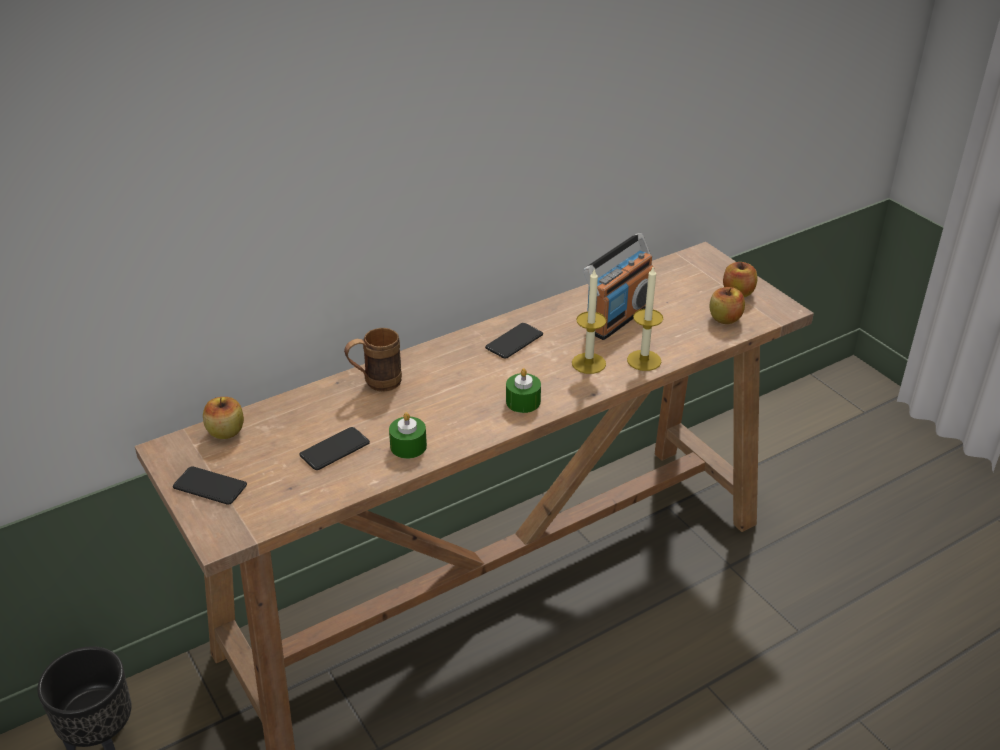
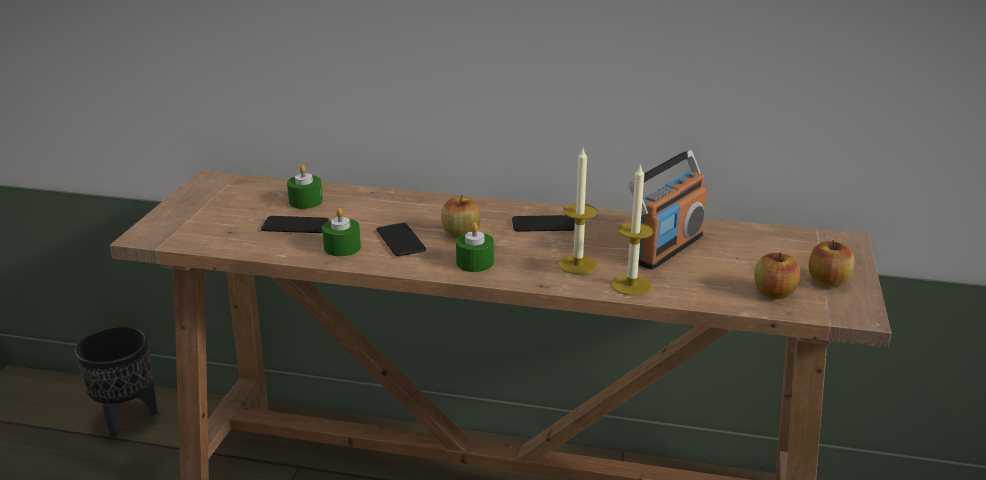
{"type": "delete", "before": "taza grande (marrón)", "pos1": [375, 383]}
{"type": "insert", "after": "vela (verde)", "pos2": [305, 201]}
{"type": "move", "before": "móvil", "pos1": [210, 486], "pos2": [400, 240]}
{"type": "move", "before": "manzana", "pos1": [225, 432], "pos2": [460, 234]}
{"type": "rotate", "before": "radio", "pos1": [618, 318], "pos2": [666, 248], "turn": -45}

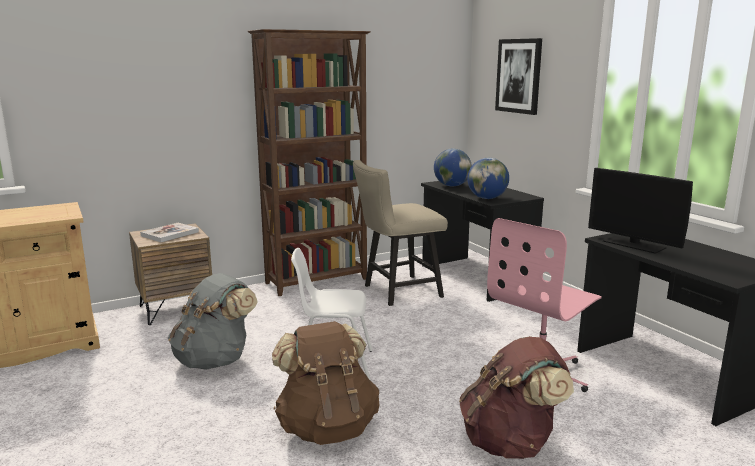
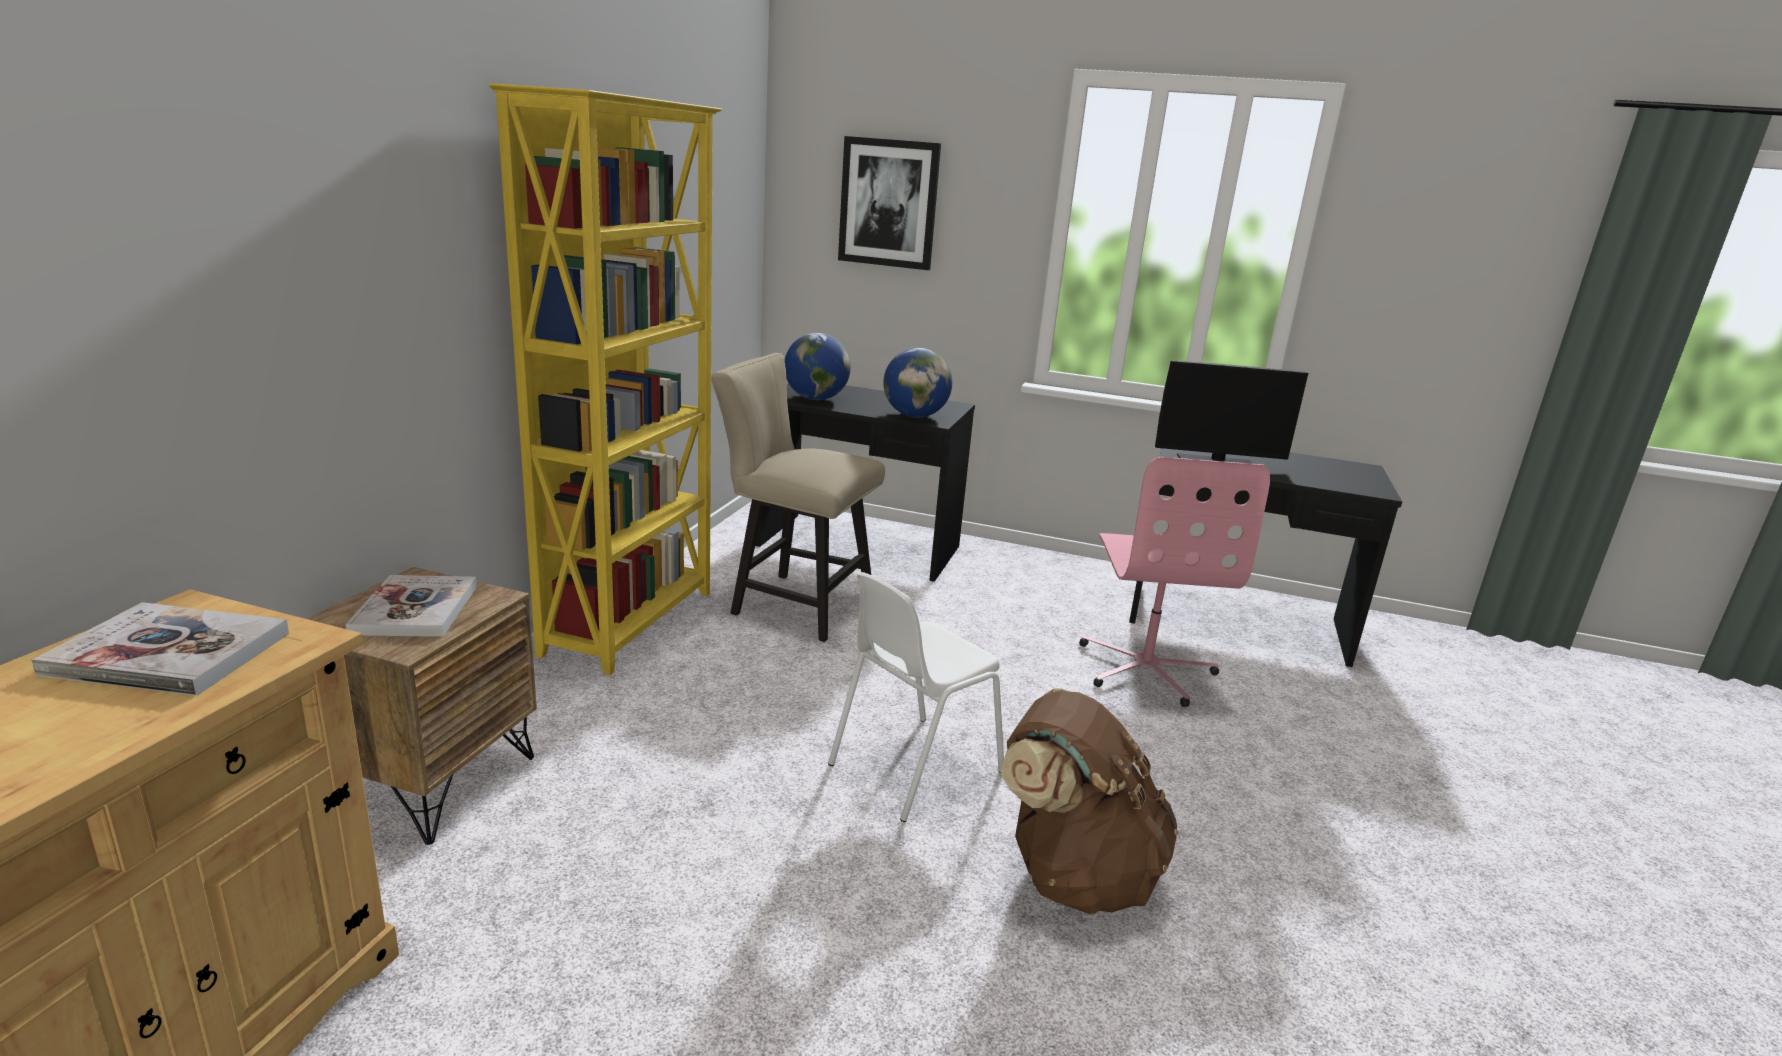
{"type": "delete", "before": "mochila (gris)", "pos1": [215, 360]}
{"type": "delete", "before": "mochila (marrón)", "pos1": [510, 442]}
{"type": "insert", "after": "libro", "pos2": [169, 653]}
{"type": "recolor", "before": "estantería (marrón)", "after": "estantería (amarillo)", "pos1": [317, 281], "pos2": [632, 622]}
{"type": "rotate", "before": "silla (beis)", "pos1": [397, 292], "pos2": [793, 603], "turn": 90}

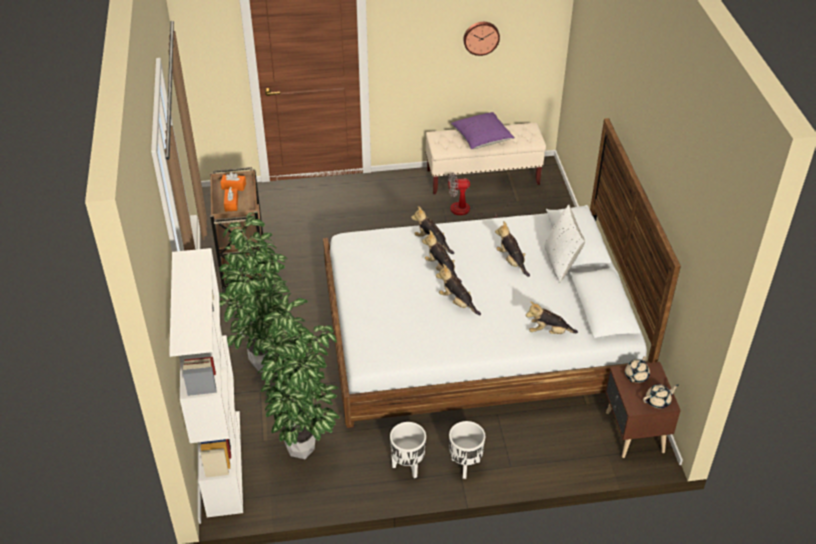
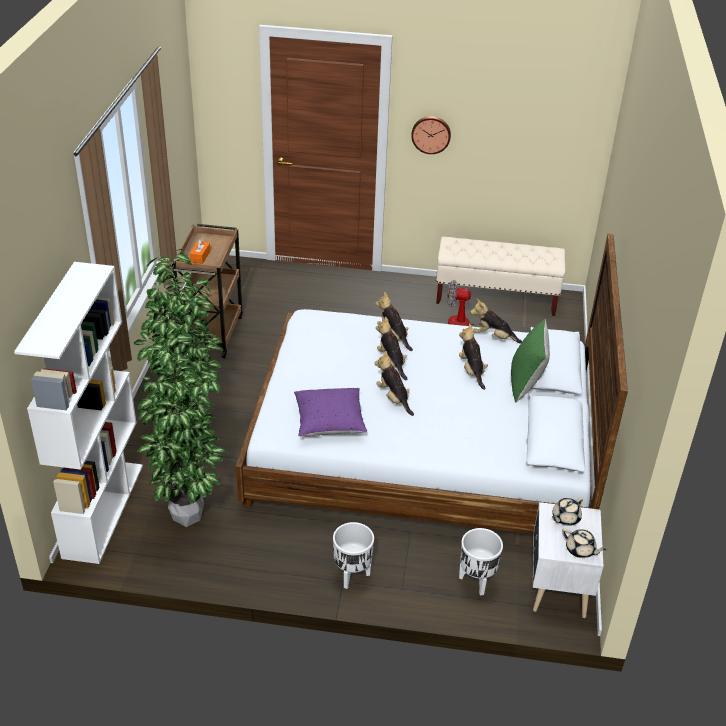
{"type": "delete", "before": "caja de pañuelos (naranja)", "pos1": [233, 186]}
{"type": "move", "before": "maceta (blanco)", "pos1": [408, 467], "pos2": [476, 581]}
{"type": "move", "before": "cojín (morado)", "pos1": [482, 139], "pos2": [329, 422]}
{"type": "move", "before": "reloj de pared", "pos1": [481, 37], "pos2": [431, 134]}
{"type": "move", "before": "peluche", "pos1": [548, 332], "pos2": [493, 337]}
{"type": "recolor", "before": "cojín (blanco)", "after": "cojín (verde)", "pos1": [561, 263], "pos2": [526, 384]}
{"type": "recolor", "before": "mesita de noche (marrón)", "after": "mesita de noche (blanco)", "pos1": [633, 433], "pos2": [557, 588]}
{"type": "rotate", "before": "tetera (beis)", "pos1": [658, 401], "pos2": [580, 550], "turn": 45}

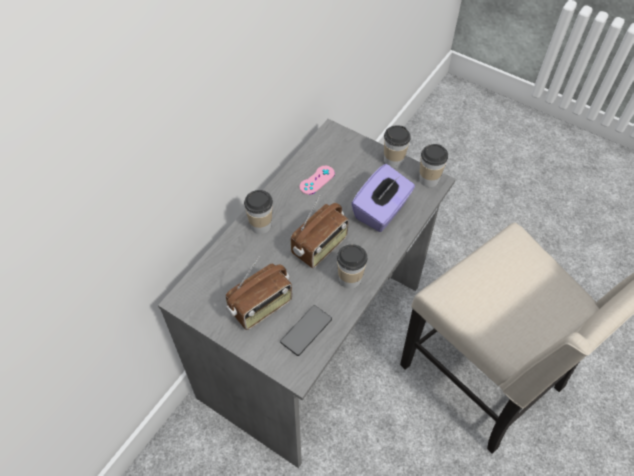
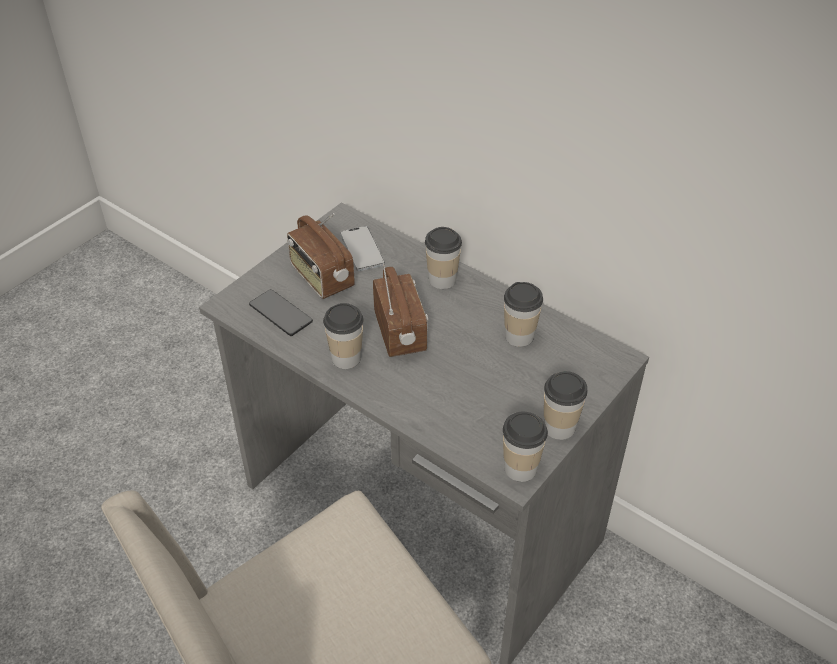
{"type": "delete", "before": "caja de pañuelos (morado)", "pos1": [381, 211]}
{"type": "insert", "after": "móvil", "pos2": [362, 249]}
{"type": "replace", "before": "mando de consola (rosa)", "after": "taza", "pos1": [317, 180], "pos2": [519, 336]}
{"type": "rotate", "before": "radio", "pos1": [320, 247], "pos2": [401, 333], "turn": -150}

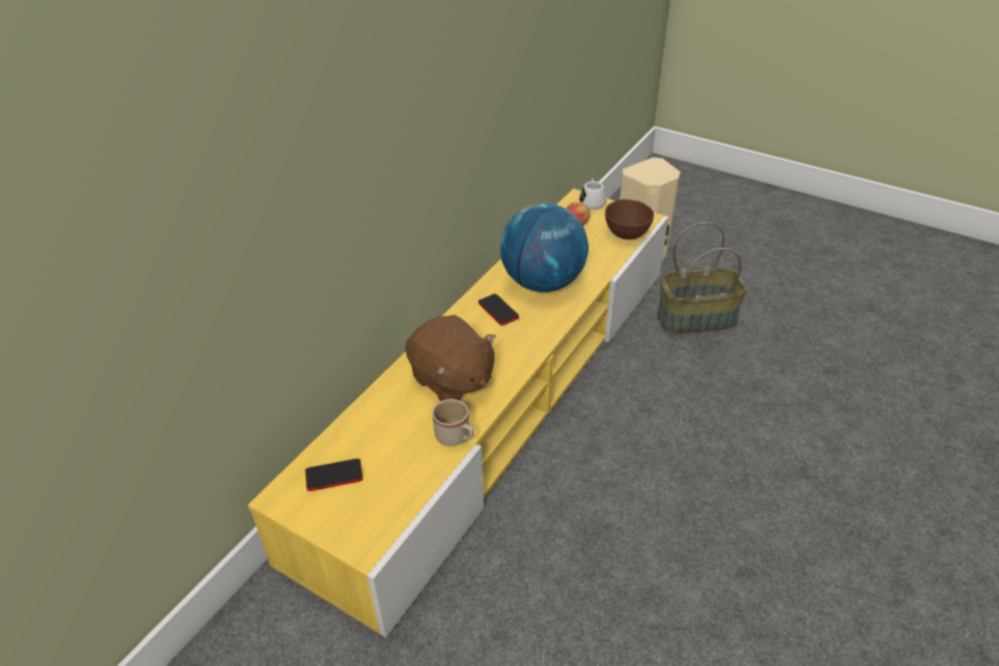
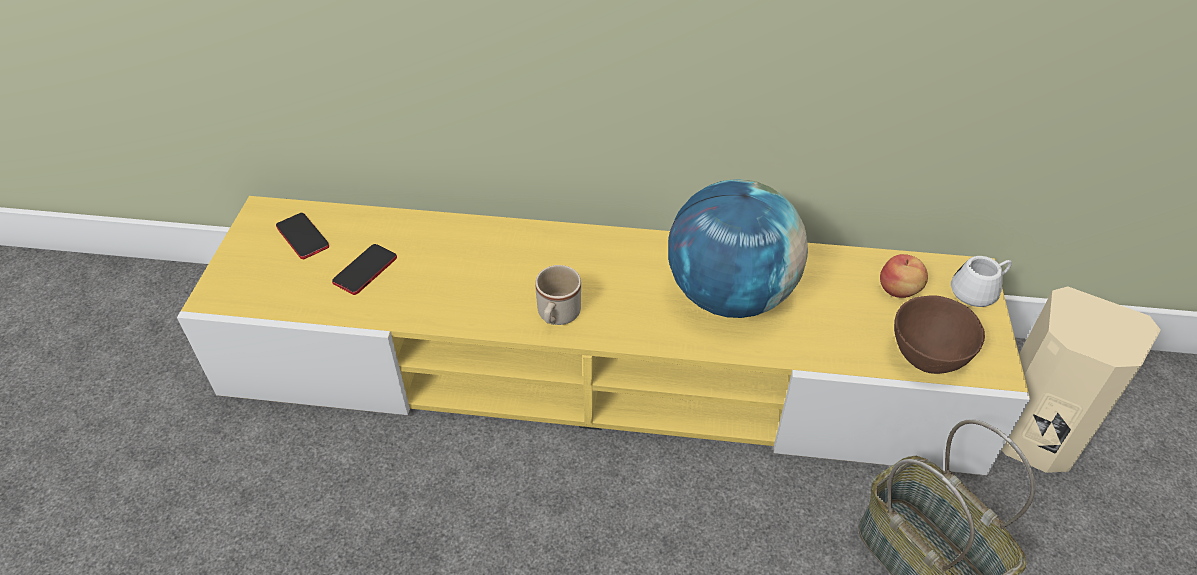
{"type": "delete", "before": "peluche (marrón)", "pos1": [451, 380]}
{"type": "move", "before": "taza grande (beis)", "pos1": [456, 438], "pos2": [557, 316]}
{"type": "move", "before": "móvil", "pos1": [498, 310], "pos2": [365, 270]}

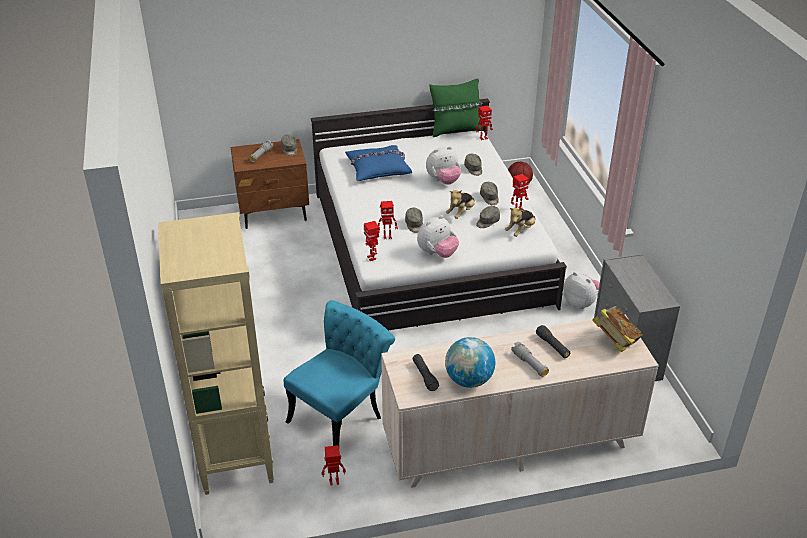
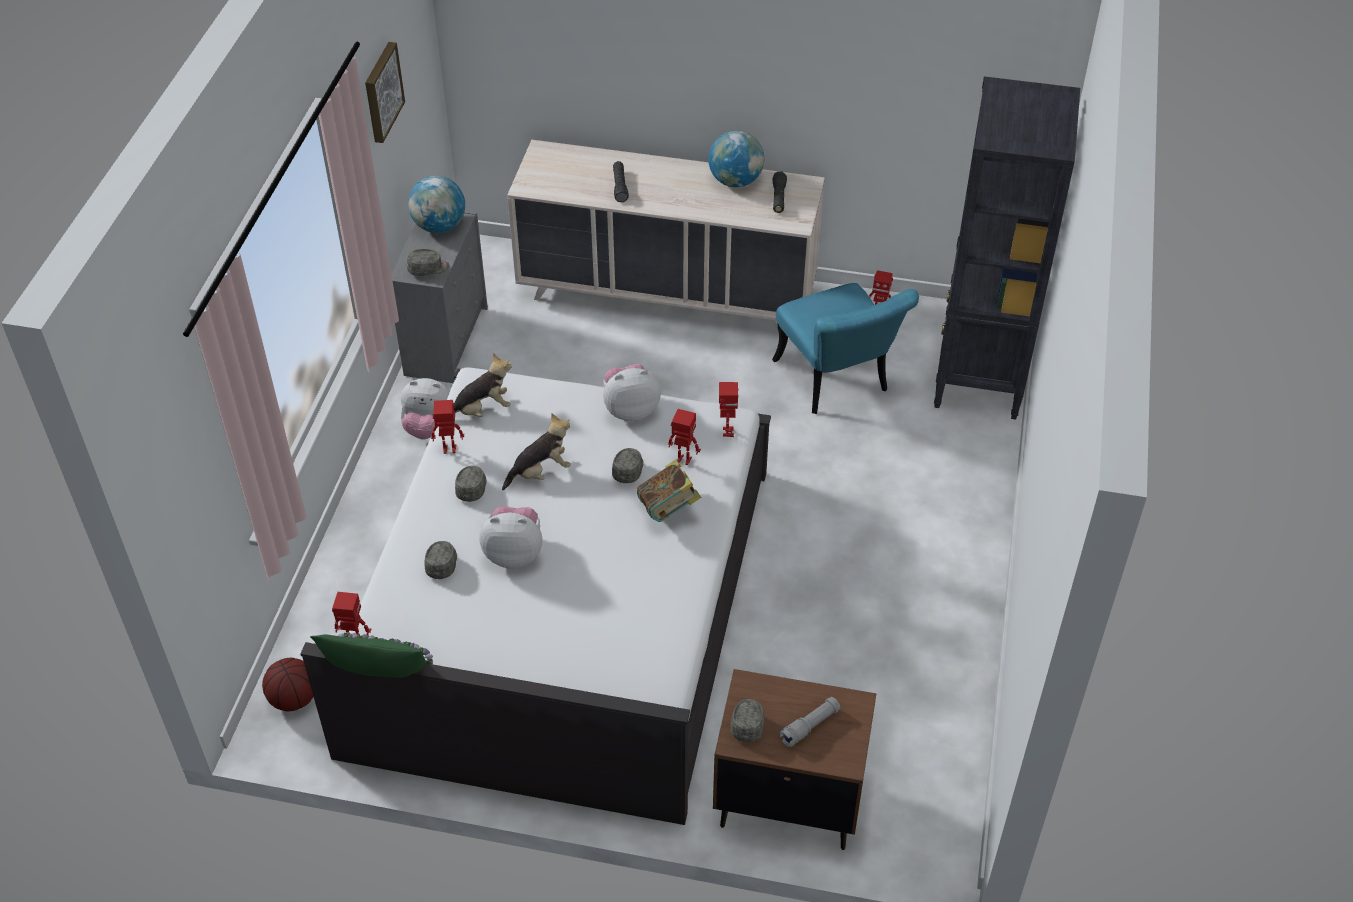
{"type": "delete", "before": "cojín (azul)", "pos1": [378, 168]}
{"type": "delete", "before": "linterna (gris)", "pos1": [529, 364]}
{"type": "insert", "after": "cuadro", "pos2": [381, 92]}
{"type": "insert", "after": "globo terráqueo", "pos2": [439, 226]}
{"type": "move", "before": "gorra (gris)", "pos1": [487, 222], "pos2": [428, 269]}
{"type": "move", "before": "libro", "pos1": [615, 341], "pos2": [668, 509]}
{"type": "recolor", "before": "estantería (beis)", "after": "estantería (negro)", "pos1": [235, 455], "pos2": [978, 378]}
{"type": "rotate", "before": "silla (turquesa)", "pos1": [342, 415], "pos2": [837, 383], "turn": -90}
{"type": "rotate", "before": "peluche", "pos1": [580, 302], "pos2": [428, 427], "turn": -60}

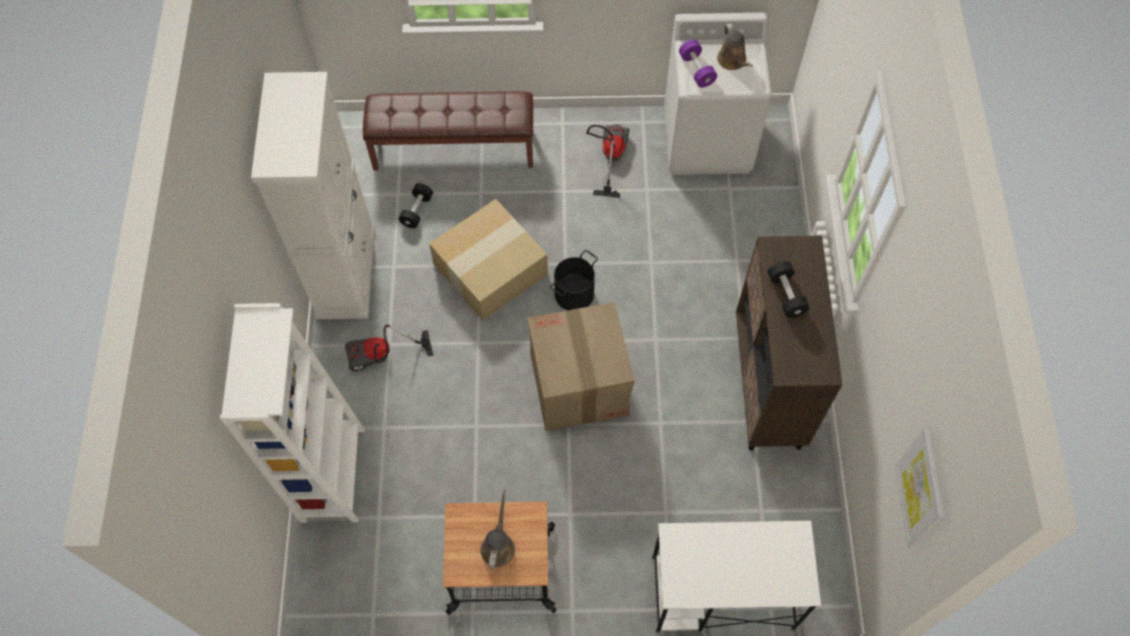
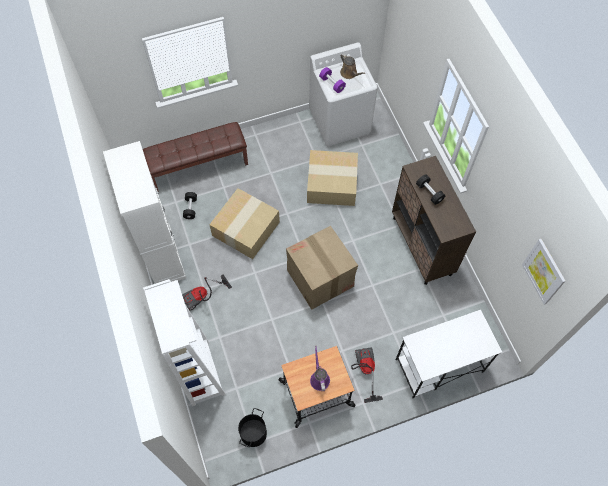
{"type": "insert", "after": "caja de cartón", "pos2": [332, 183]}
{"type": "move", "before": "cubo (negro)", "pos1": [573, 293], "pos2": [253, 433]}
{"type": "move", "before": "aspiradora", "pos1": [609, 157], "pos2": [364, 371]}
{"type": "recolor", "before": "regadera (marrón)", "after": "regadera (morado)", "pos1": [498, 545], "pos2": [319, 378]}

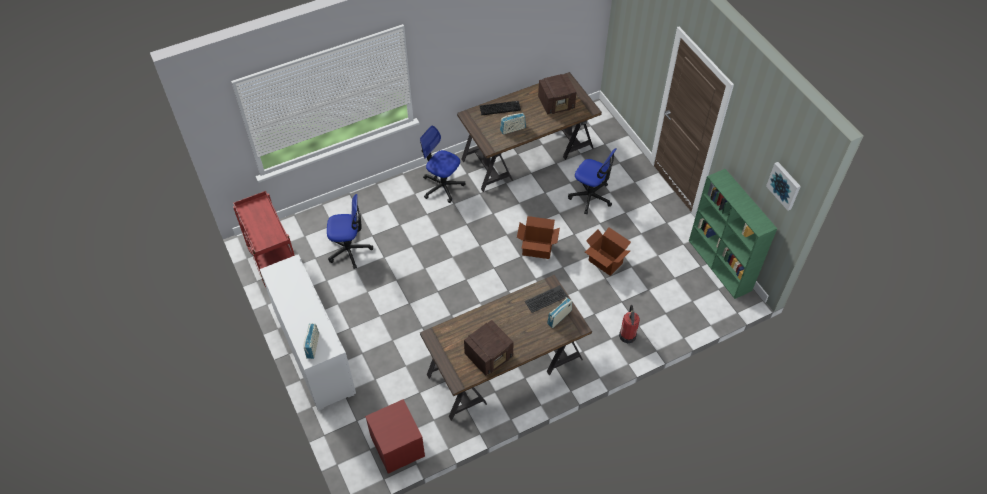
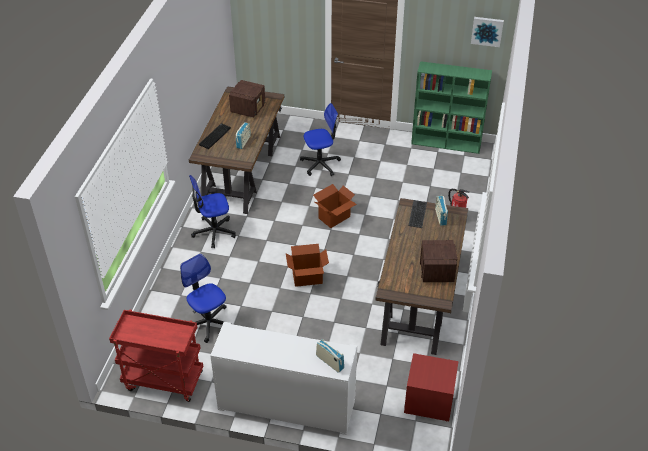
{"type": "move", "before": "caja de cartón", "pos1": [605, 262], "pos2": [307, 278]}
{"type": "rotate", "before": "silla de oficina", "pos1": [349, 250], "pos2": [208, 323], "turn": -75}

